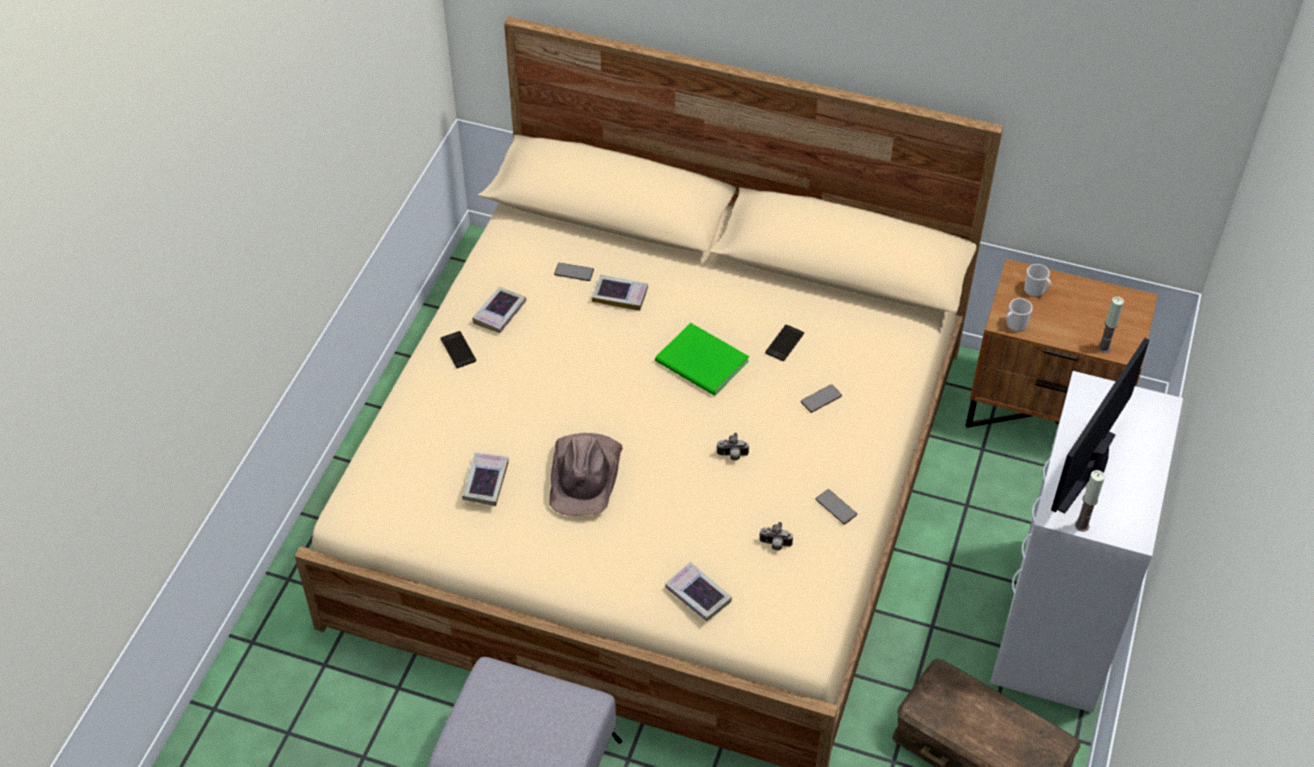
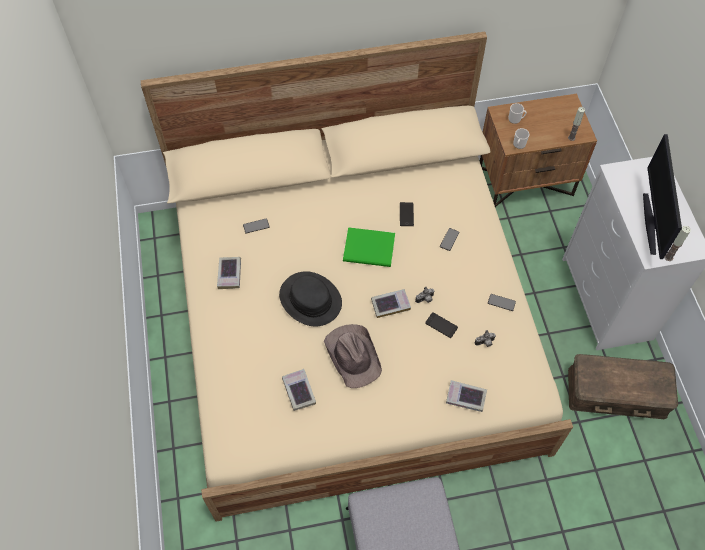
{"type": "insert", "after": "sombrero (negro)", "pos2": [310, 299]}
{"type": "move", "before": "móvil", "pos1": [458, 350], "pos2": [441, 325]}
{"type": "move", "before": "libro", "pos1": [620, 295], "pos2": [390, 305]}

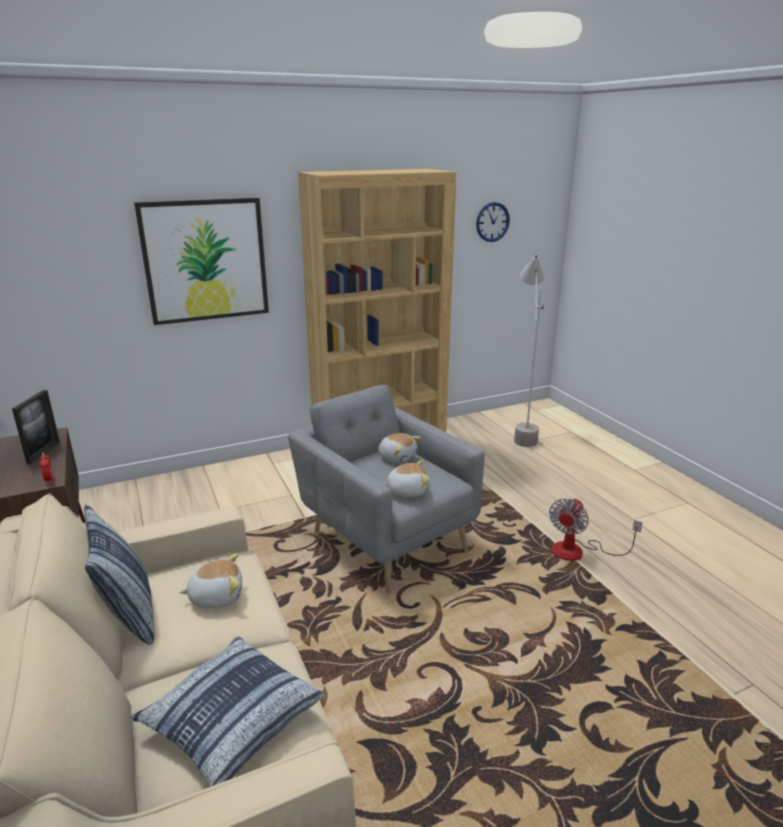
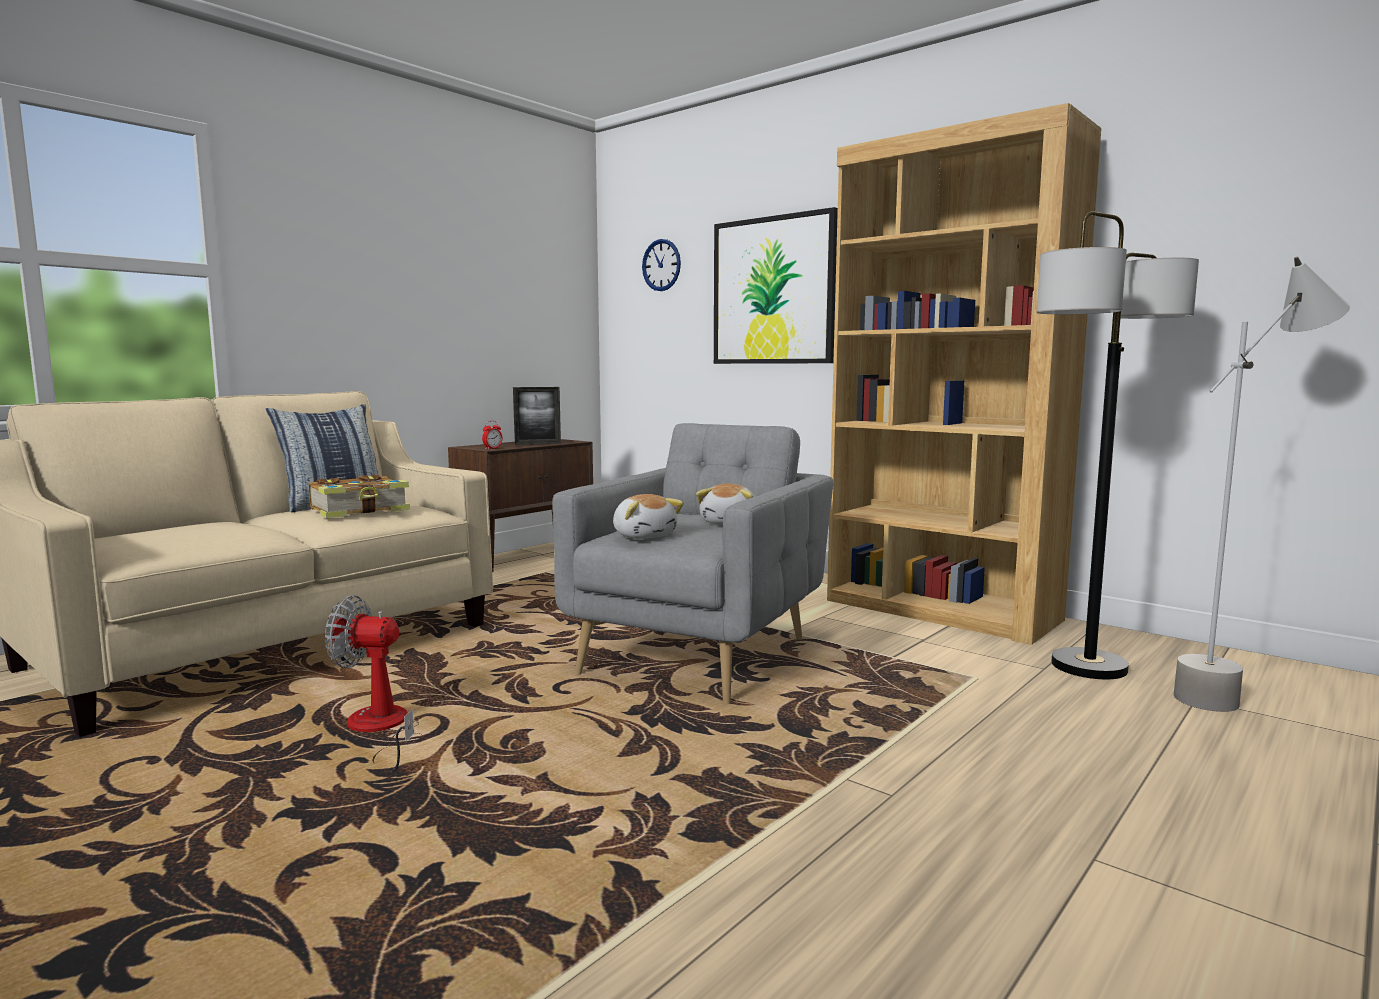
{"type": "delete", "before": "cojín", "pos1": [231, 720]}
{"type": "insert", "after": "lámpara de pie", "pos2": [1089, 666]}
{"type": "move", "before": "reloj de pared", "pos1": [492, 222], "pos2": [661, 265]}
{"type": "move", "before": "ventilador", "pos1": [578, 551], "pos2": [382, 730]}
{"type": "replace", "before": "peluche", "after": "libro", "pos1": [216, 596], "pos2": [361, 511]}

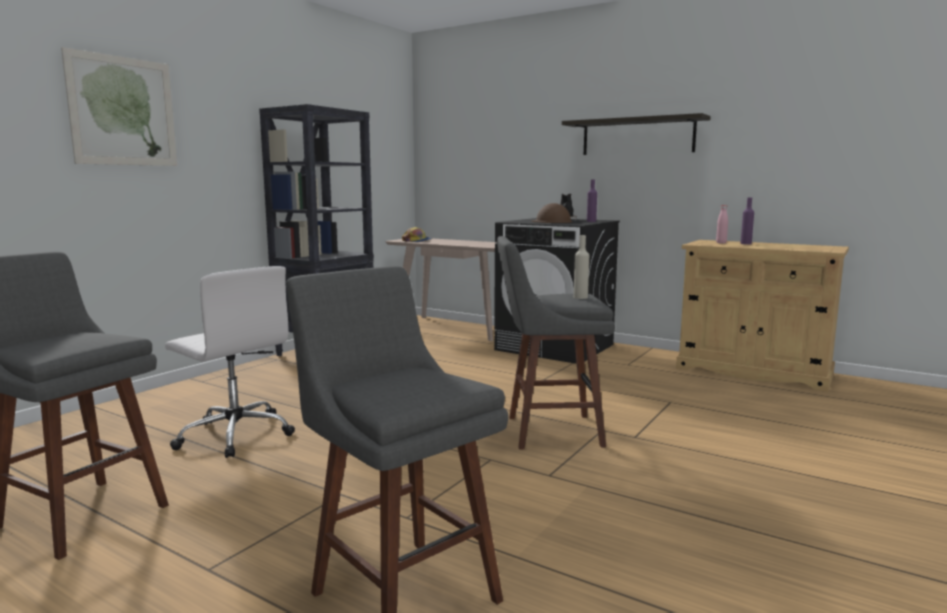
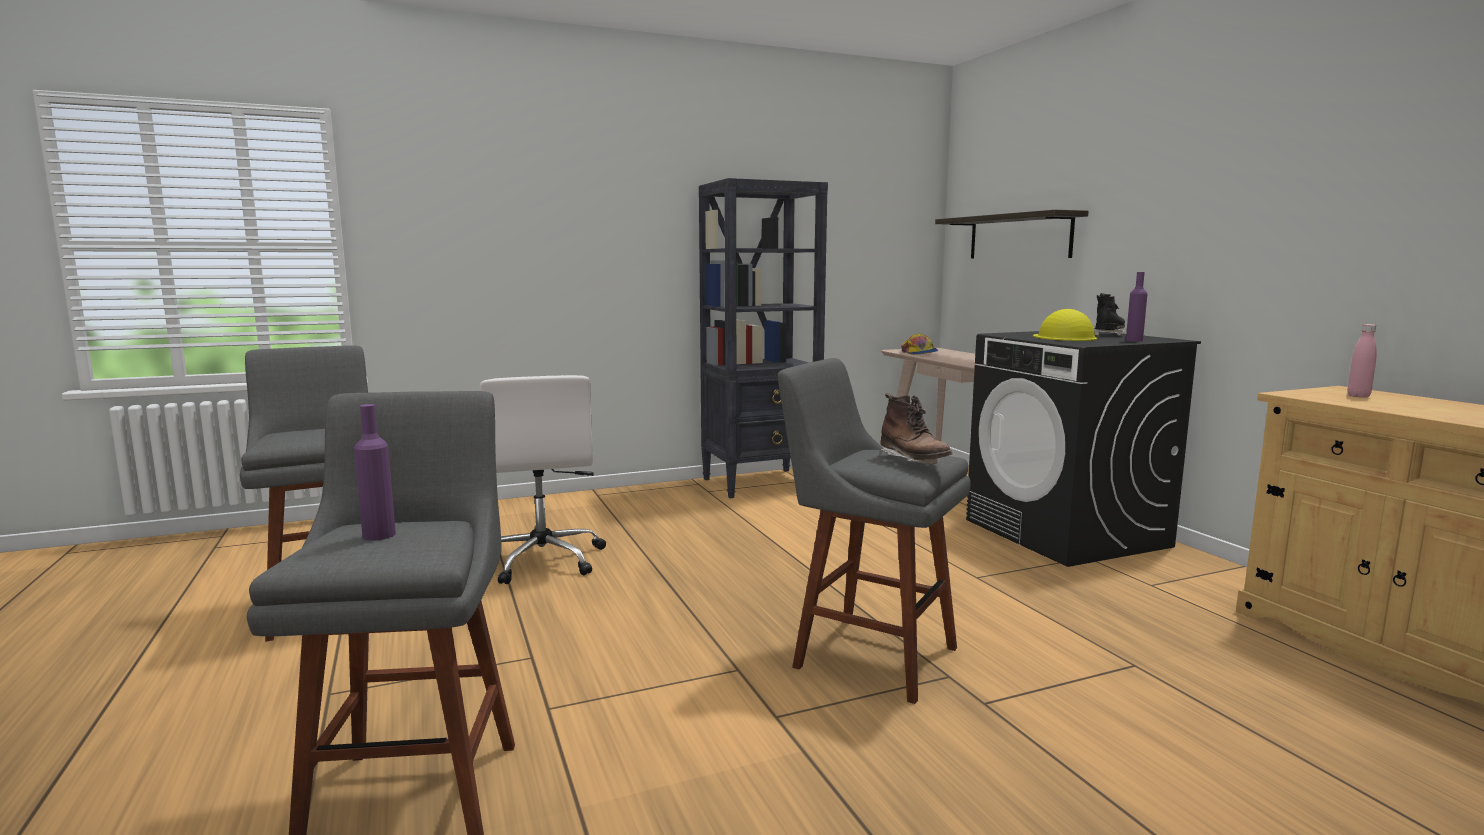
{"type": "delete", "before": "cuadro", "pos1": [123, 111]}
{"type": "move", "before": "estante", "pos1": [637, 136], "pos2": [1019, 237]}
{"type": "move", "before": "botella (morado)", "pos1": [746, 243], "pos2": [379, 535]}
{"type": "replace", "before": "botella (beis)", "after": "bota (marrón)", "pos1": [580, 297], "pos2": [913, 462]}
{"type": "recolor", "before": "casco (marrón)", "after": "casco (amarillo)", "pos1": [551, 221], "pos2": [1064, 337]}

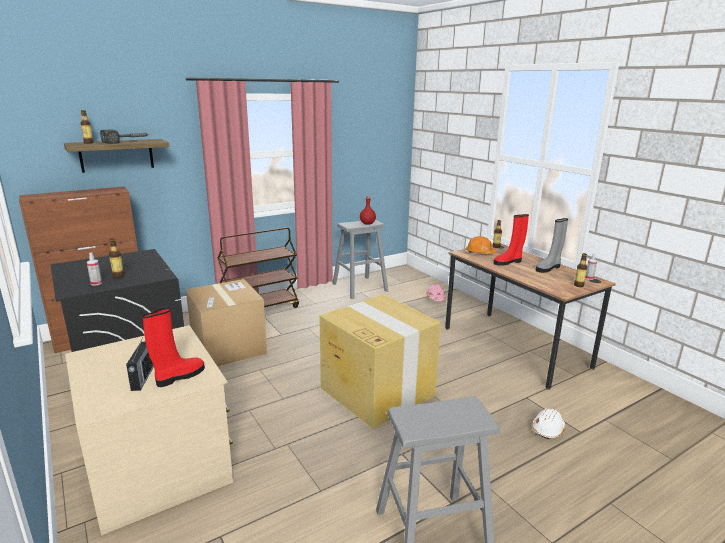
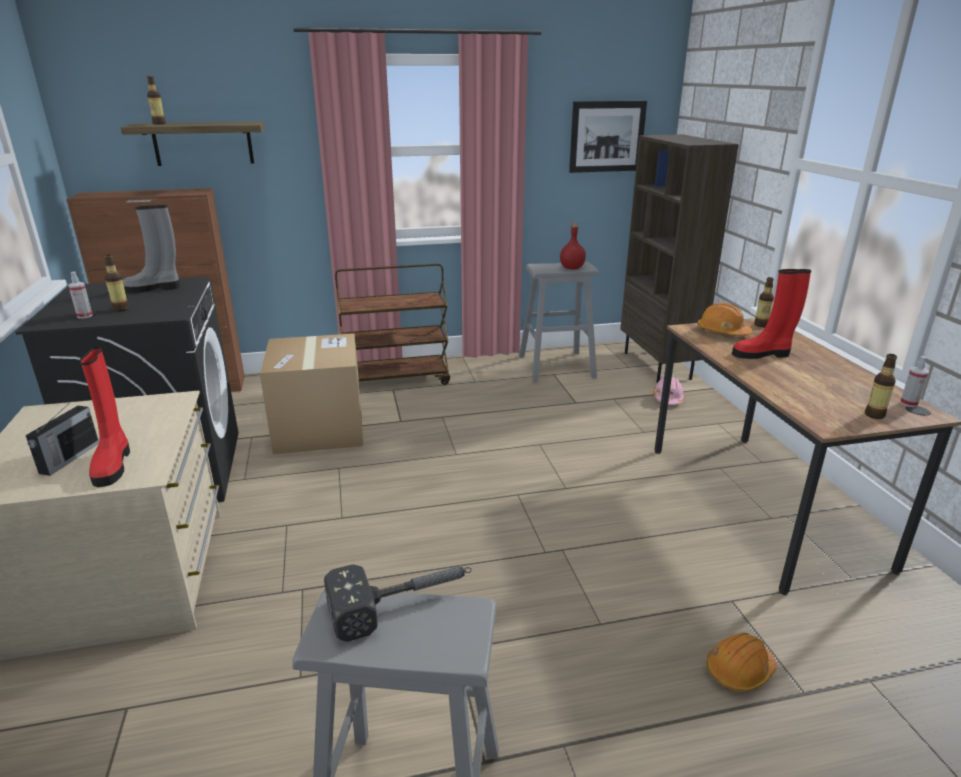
{"type": "delete", "before": "caja de cartón", "pos1": [376, 391]}
{"type": "insert", "after": "cuadro", "pos2": [607, 136]}
{"type": "insert", "after": "estantería (marrón)", "pos2": [658, 365]}
{"type": "move", "before": "martillo", "pos1": [128, 141], "pos2": [404, 602]}
{"type": "move", "before": "bota (gris)", "pos1": [548, 268], "pos2": [153, 288]}
{"type": "recolor", "before": "casco (blanco)", "after": "casco (naranja)", "pos1": [548, 429], "pos2": [739, 671]}
{"type": "rotate", "before": "bota (rojo)", "pos1": [179, 376], "pos2": [113, 465], "turn": 105}

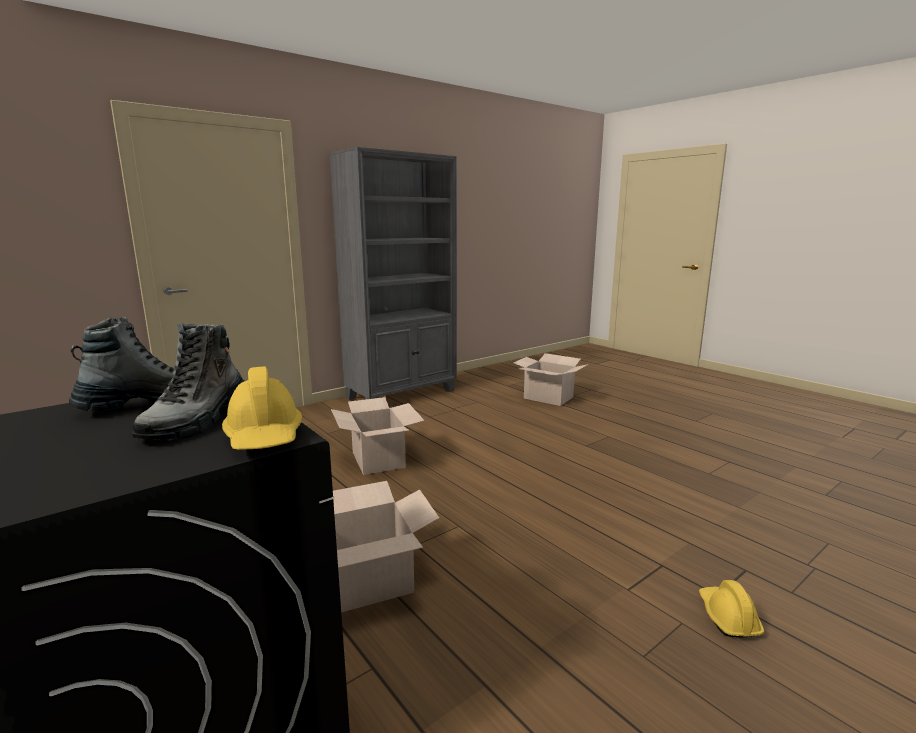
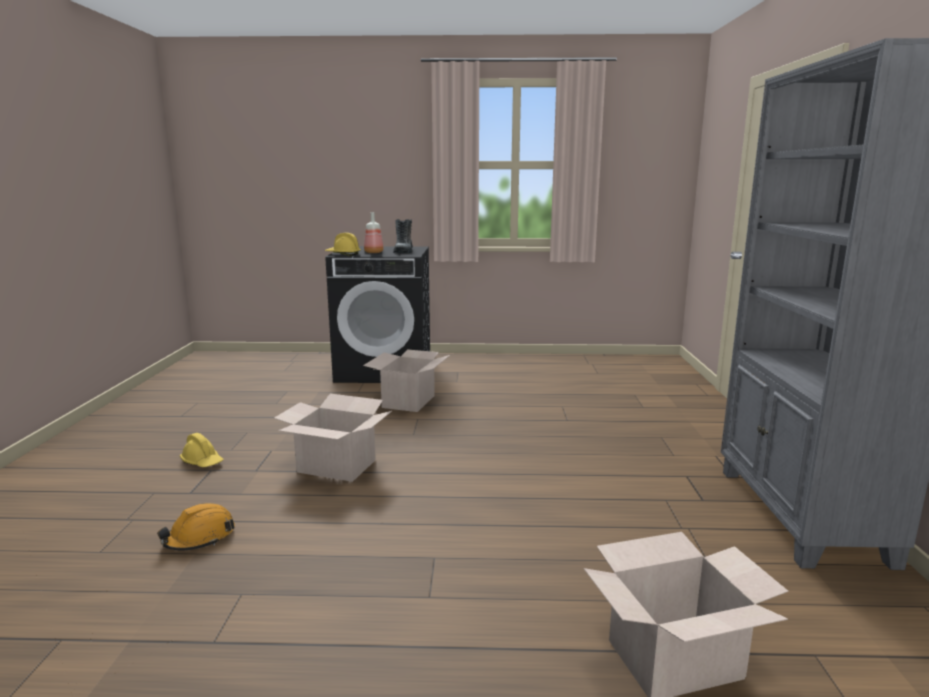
{"type": "insert", "after": "casco (naranja)", "pos2": [199, 538]}
{"type": "move", "before": "caja de cartón", "pos1": [377, 460], "pos2": [337, 466]}
{"type": "replace", "before": "bota", "after": "botella", "pos1": [198, 420], "pos2": [373, 252]}

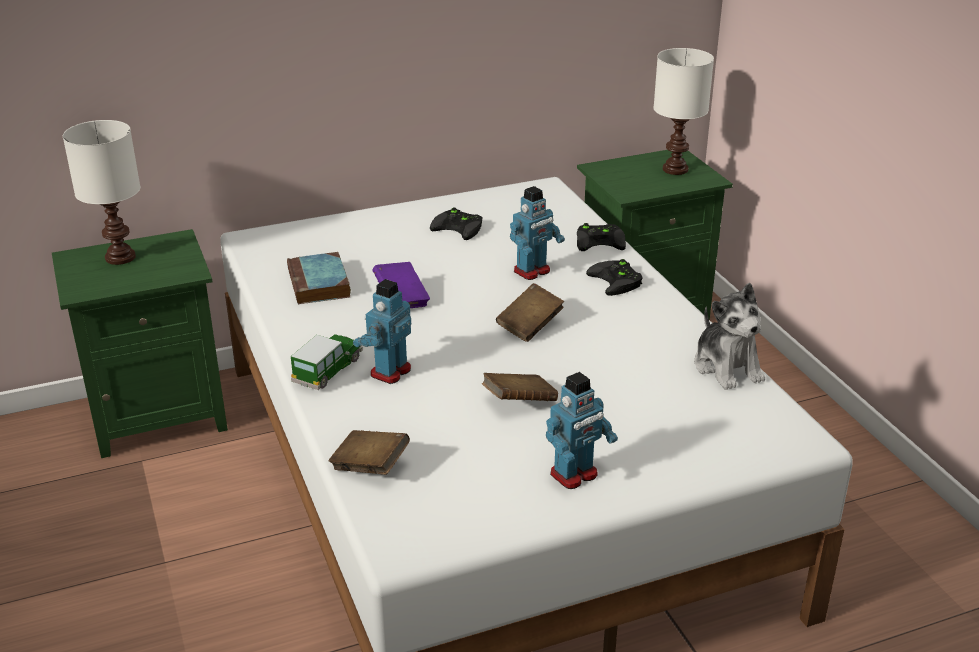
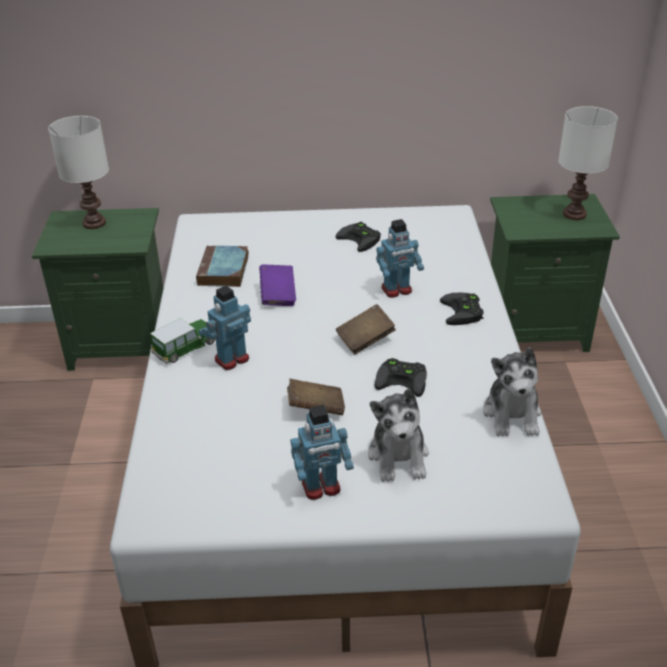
{"type": "delete", "before": "libro (marrón)", "pos1": [370, 466]}
{"type": "insert", "after": "peluche", "pos2": [399, 456]}
{"type": "move", "before": "mando de consola (negro)", "pos1": [601, 240], "pos2": [404, 379]}

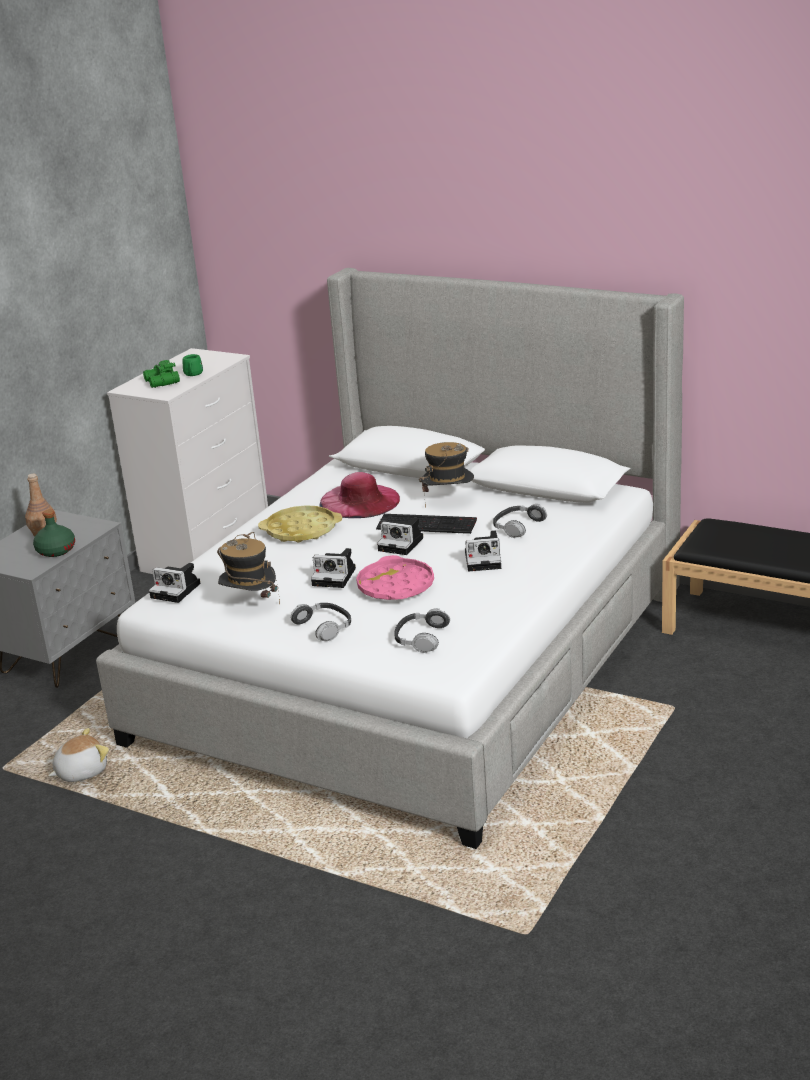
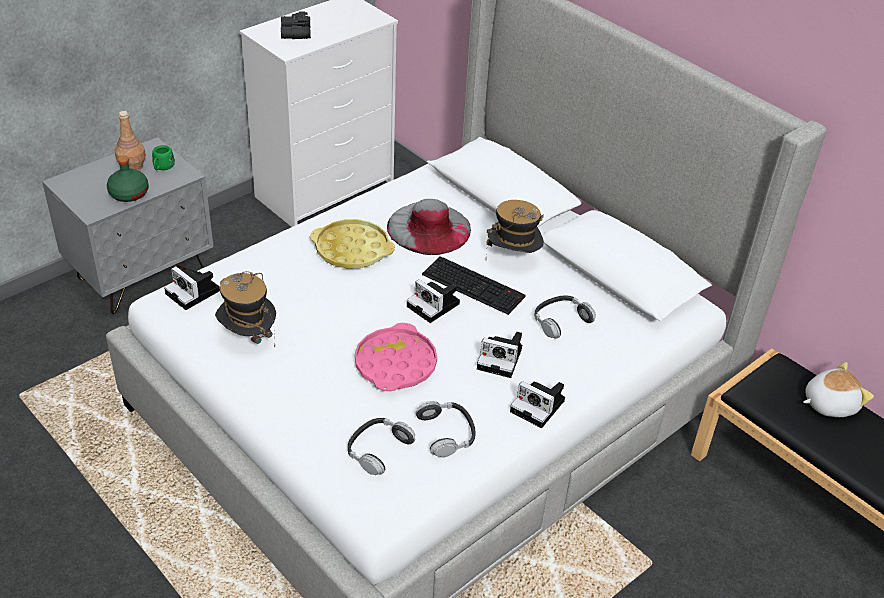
{"type": "move", "before": "peluche", "pos1": [81, 771], "pos2": [829, 403]}
{"type": "move", "before": "taza grande (verde)", "pos1": [193, 375], "pos2": [162, 168]}
{"type": "move", "before": "auriculares", "pos1": [324, 627], "pos2": [447, 433]}
{"type": "move", "before": "cámara", "pos1": [336, 577], "pos2": [539, 406]}
{"type": "recolor", "before": "prismáticos (verde)", "after": "prismáticos (negro)", "pos1": [161, 382], "pos2": [295, 33]}
{"type": "recolor", "before": "sombrero (rosa)", "after": "sombrero (gris)", "pos1": [359, 501], "pos2": [429, 228]}

